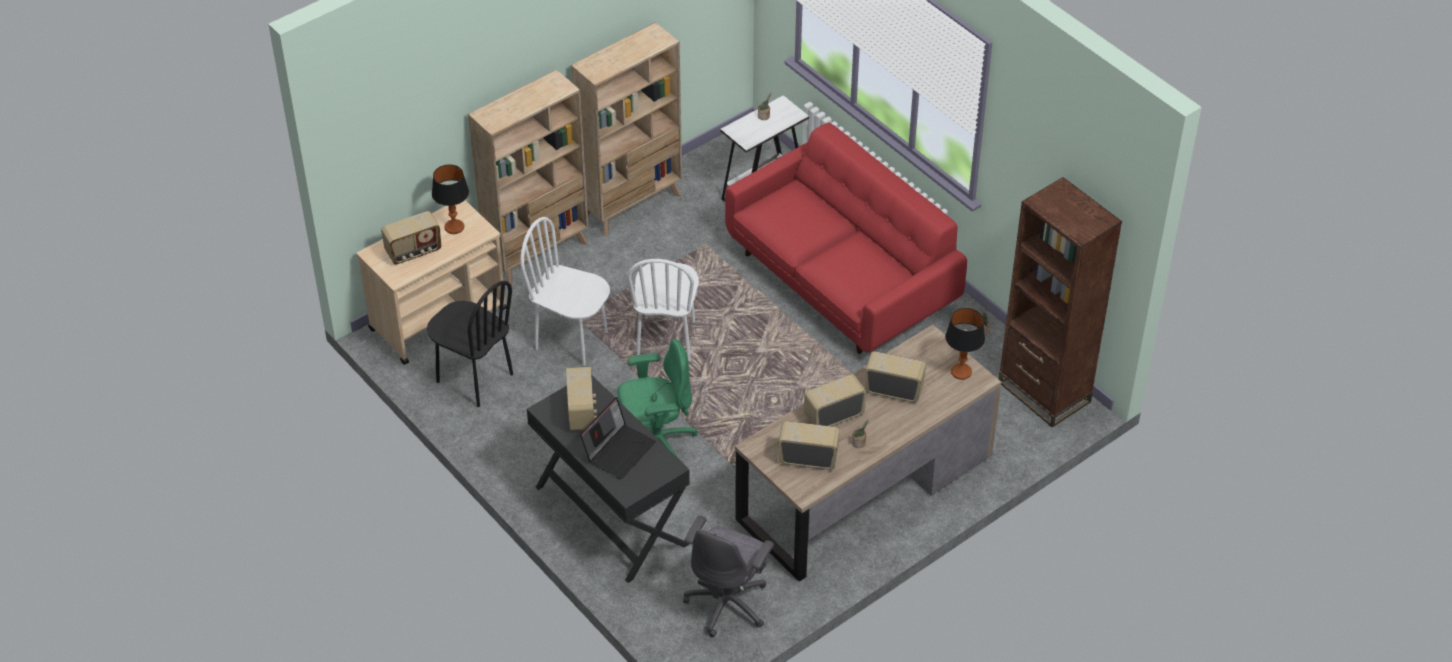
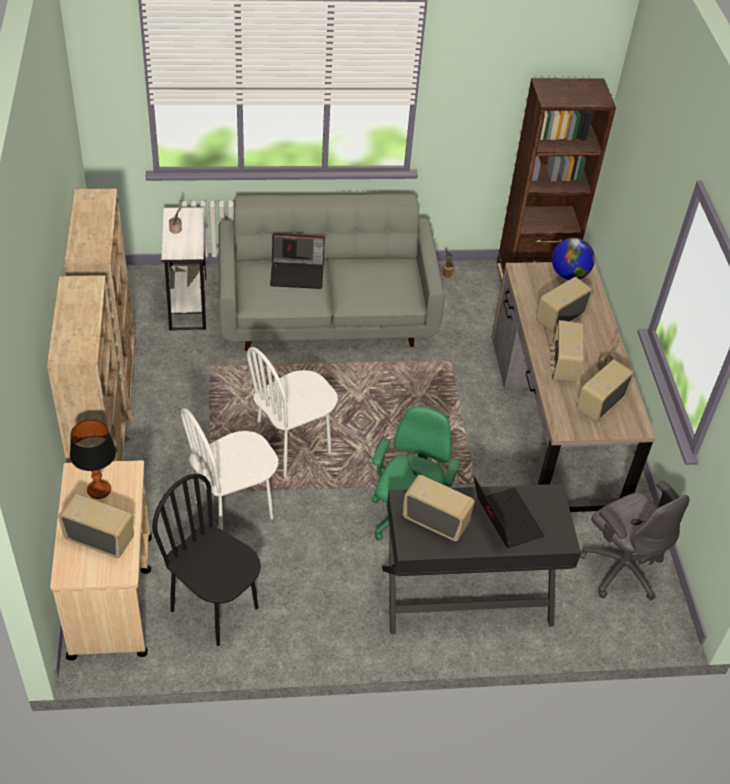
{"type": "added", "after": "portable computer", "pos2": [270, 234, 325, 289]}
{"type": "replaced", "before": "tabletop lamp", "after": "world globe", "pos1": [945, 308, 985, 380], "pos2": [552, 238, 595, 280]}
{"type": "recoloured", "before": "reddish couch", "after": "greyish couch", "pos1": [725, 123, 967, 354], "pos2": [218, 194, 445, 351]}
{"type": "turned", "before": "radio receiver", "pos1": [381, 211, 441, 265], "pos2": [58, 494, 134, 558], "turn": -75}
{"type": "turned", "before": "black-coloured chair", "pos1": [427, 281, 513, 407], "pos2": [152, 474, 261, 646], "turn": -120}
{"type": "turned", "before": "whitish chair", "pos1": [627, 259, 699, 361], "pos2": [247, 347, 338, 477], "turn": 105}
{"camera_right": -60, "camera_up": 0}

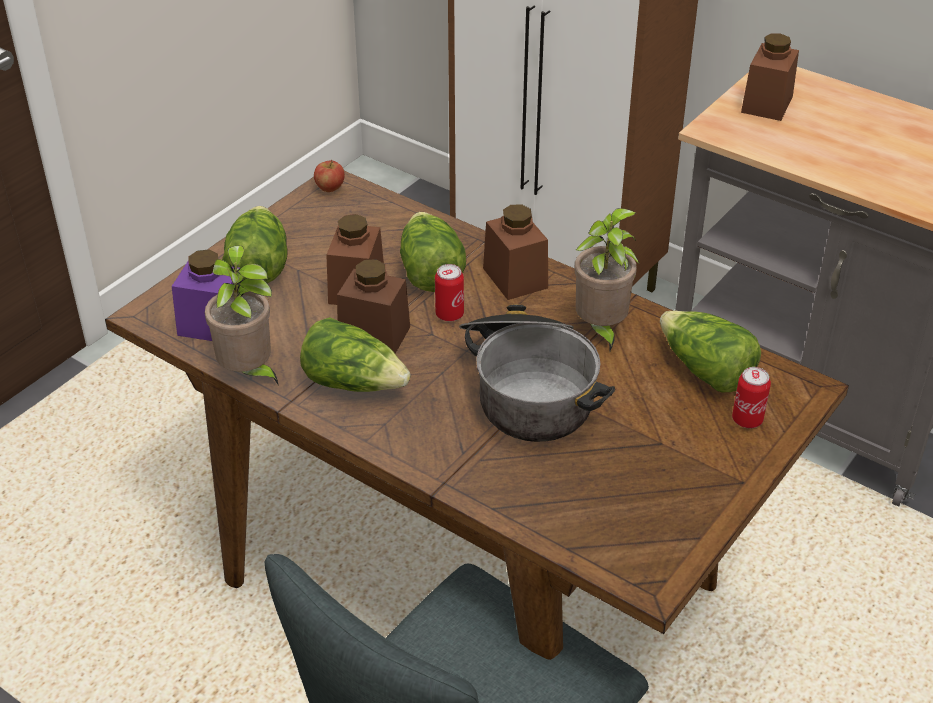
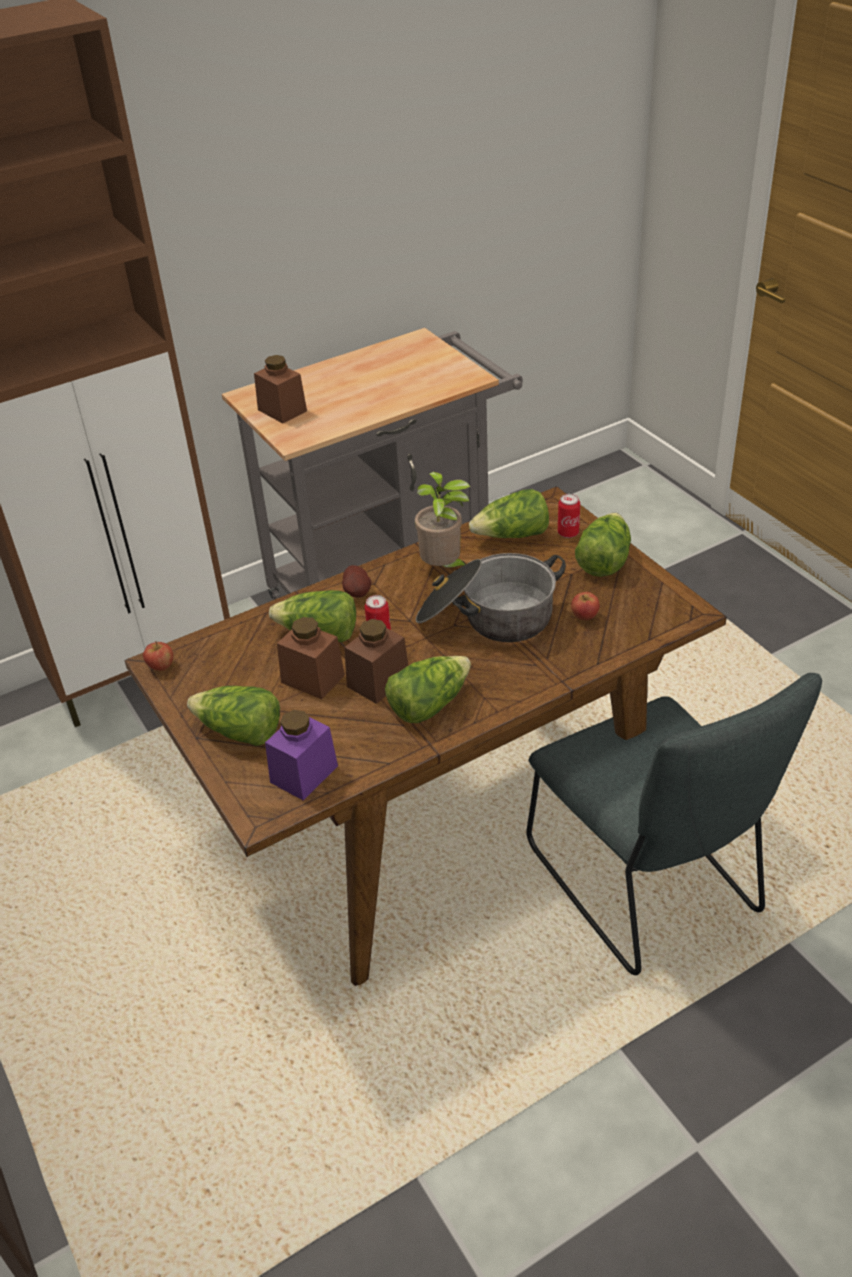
{"type": "removed", "before": "potted plant", "pos1": [205, 245, 279, 386]}
{"type": "added", "after": "apple", "pos2": [571, 592, 600, 621]}
{"type": "added", "after": "lettuce", "pos2": [575, 513, 631, 577]}
{"type": "replaced", "before": "brown-coloured preserve jar", "after": "whole potato", "pos1": [483, 204, 548, 300], "pos2": [342, 565, 372, 597]}
{"camera_right": -65, "camera_up": 0}

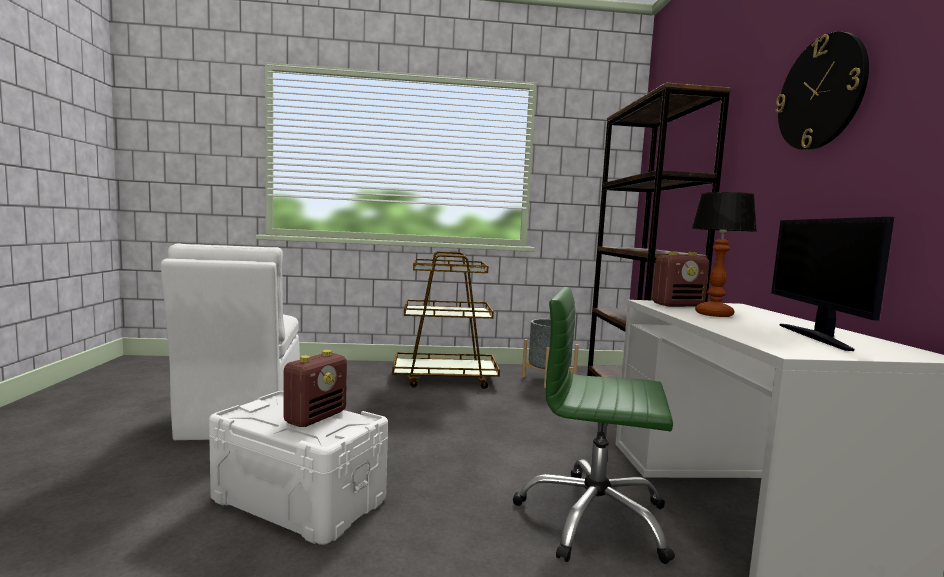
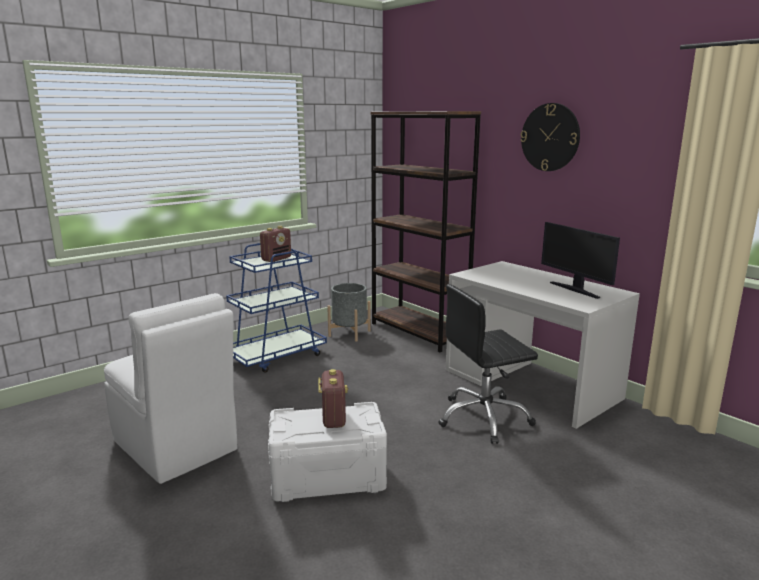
{"type": "removed", "before": "tabletop lamp", "pos1": [691, 192, 757, 317]}
{"type": "moved", "before": "radio receiver", "pos1": [652, 251, 709, 307], "pos2": [260, 226, 291, 262]}
{"type": "recoloured", "before": "brown-coloured trolley", "after": "blue-coloured trolley", "pos1": [392, 251, 500, 389], "pos2": [226, 243, 327, 373]}
{"type": "recoloured", "before": "green-coloured office chair", "after": "black-coloured office chair", "pos1": [512, 287, 675, 564], "pos2": [439, 284, 538, 444]}
{"camera_right": -35, "camera_up": 10}

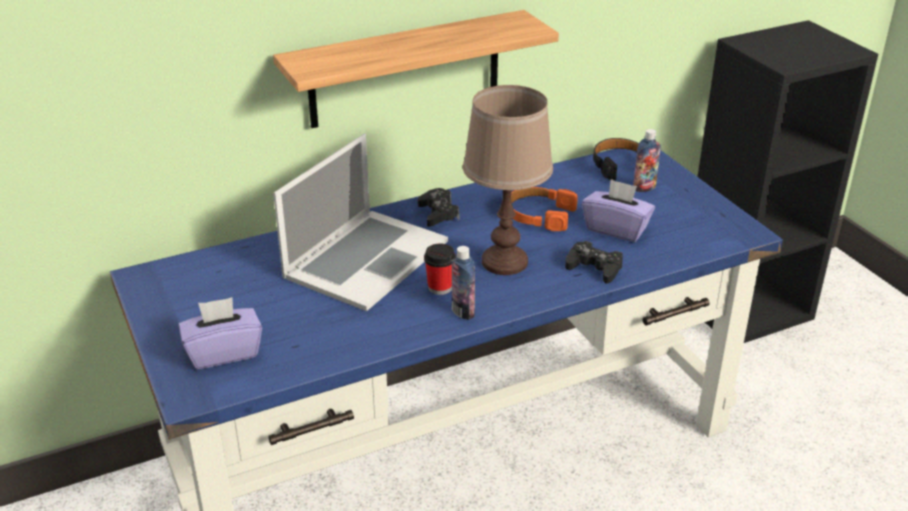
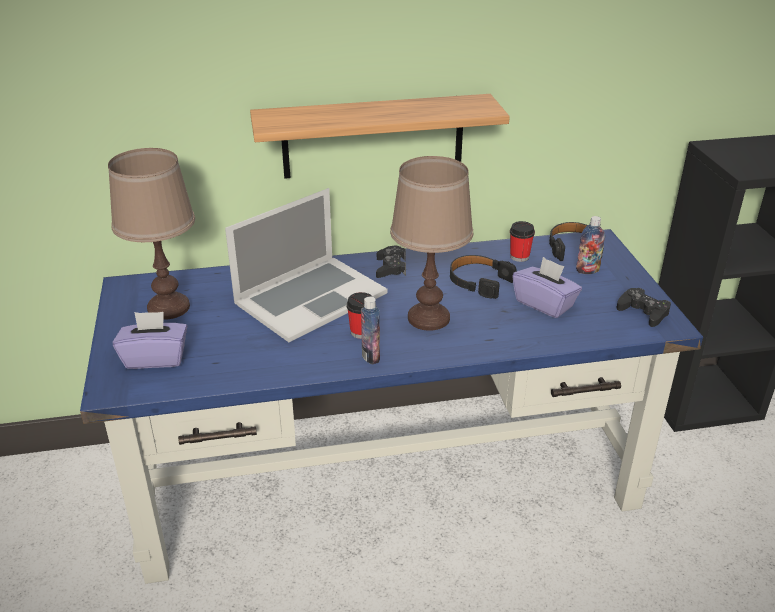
{"type": "added", "after": "brown-coloured tabletop lamp", "pos2": [108, 148, 195, 319]}
{"type": "added", "after": "drinking cup", "pos2": [510, 221, 535, 262]}
{"type": "moved", "before": "black-coloured game controller", "pos1": [565, 241, 623, 284], "pos2": [616, 288, 671, 327]}
{"type": "recoloured", "before": "orange headset", "after": "black-coloured headset", "pos1": [511, 187, 578, 232], "pos2": [450, 255, 517, 299]}
{"camera_right": 15, "camera_up": 0}

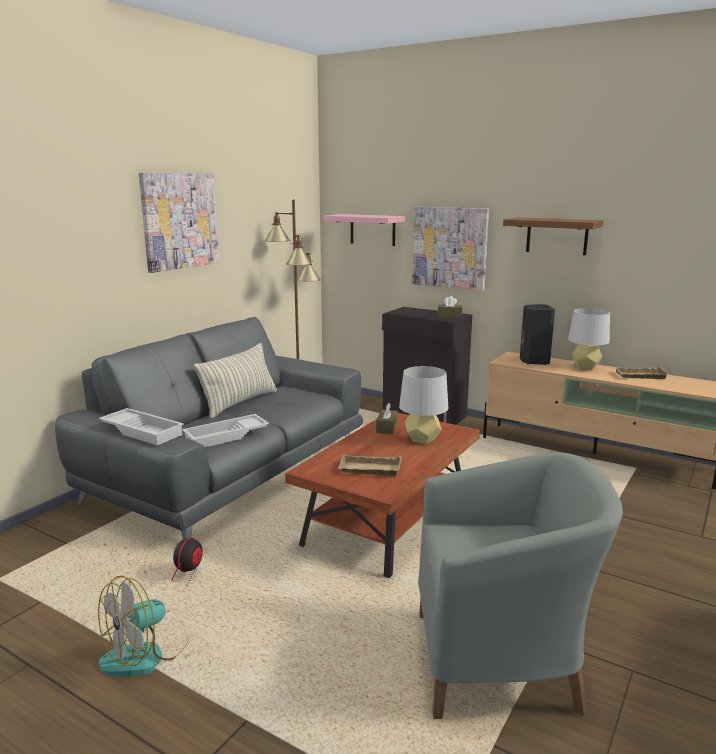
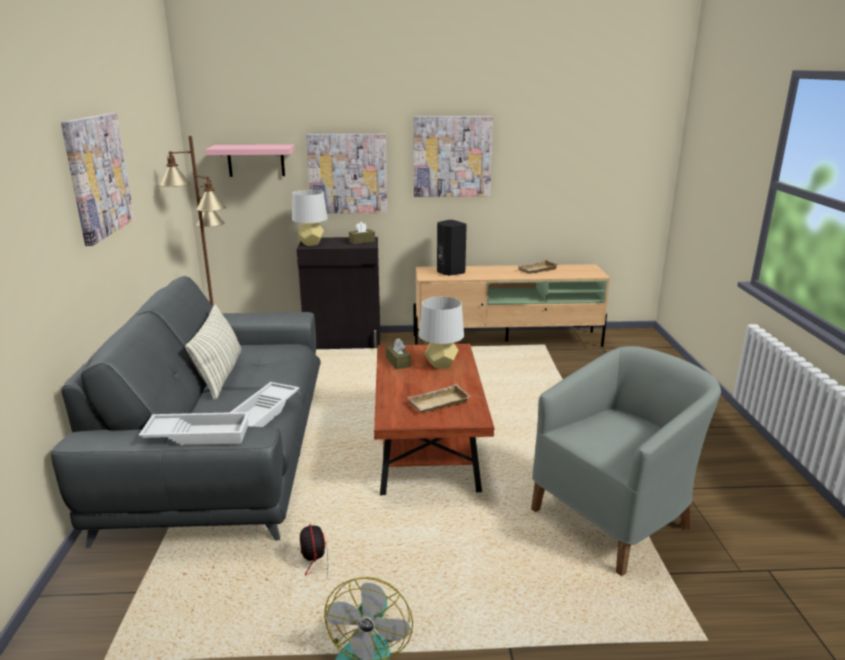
{"type": "moved", "before": "greyish tabletop lamp", "pos1": [568, 308, 610, 370], "pos2": [292, 190, 328, 246]}
{"type": "replaced", "before": "brown-coloured bracket shelf", "after": "wall picture", "pos1": [503, 217, 603, 255], "pos2": [413, 116, 493, 197]}
{"camera_right": -35, "camera_up": 5}

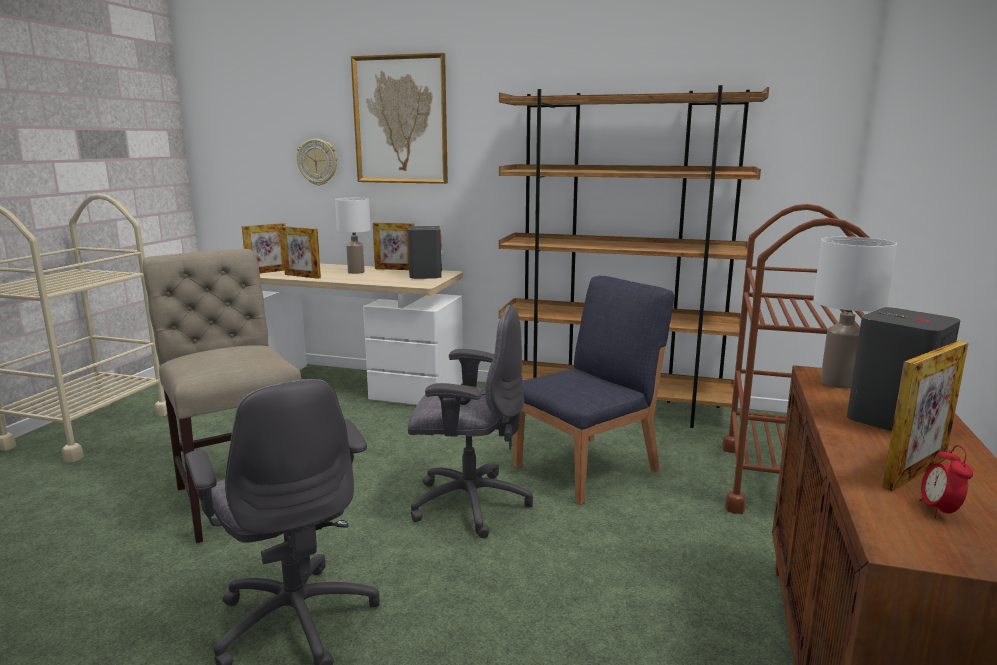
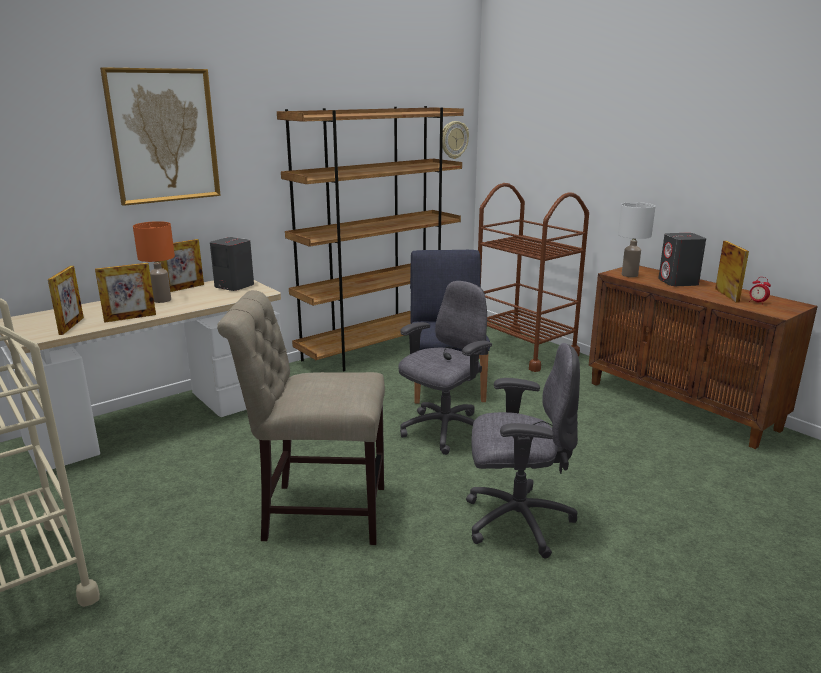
{"type": "moved", "before": "hanging clock", "pos1": [296, 139, 337, 186], "pos2": [442, 121, 469, 159]}
{"type": "recoloured", "before": "whitish tabletop lamp", "after": "orange tabletop lamp", "pos1": [335, 198, 371, 274], "pos2": [133, 221, 175, 303]}
{"camera_right": -55, "camera_up": 5}

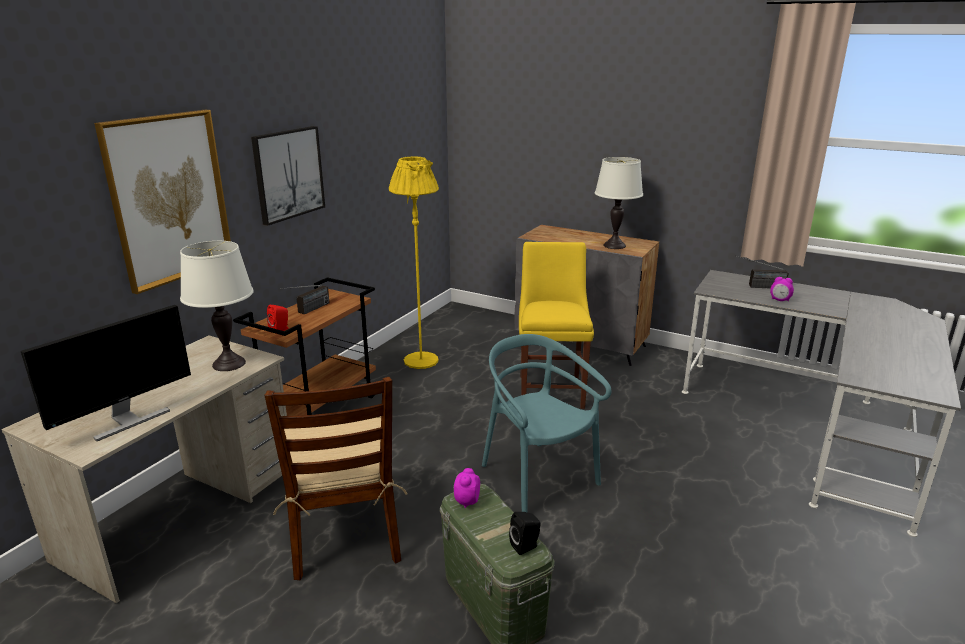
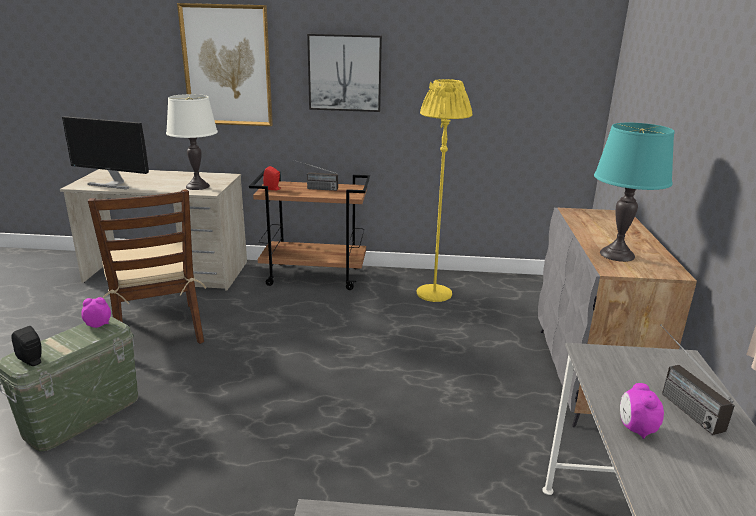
{"type": "removed", "before": "turquoise chair", "pos1": [482, 334, 611, 513]}
{"type": "removed", "before": "yellow-coloured chair", "pos1": [519, 242, 594, 409]}
{"type": "recoloured", "before": "whitish tabletop lamp", "after": "turquoise tabletop lamp", "pos1": [595, 157, 643, 249], "pos2": [594, 123, 674, 262]}
{"type": "turned", "before": "brown-coloured chair", "pos1": [264, 377, 408, 580], "pos2": [88, 189, 206, 344], "turn": -75}
{"camera_right": 65, "camera_up": 0}

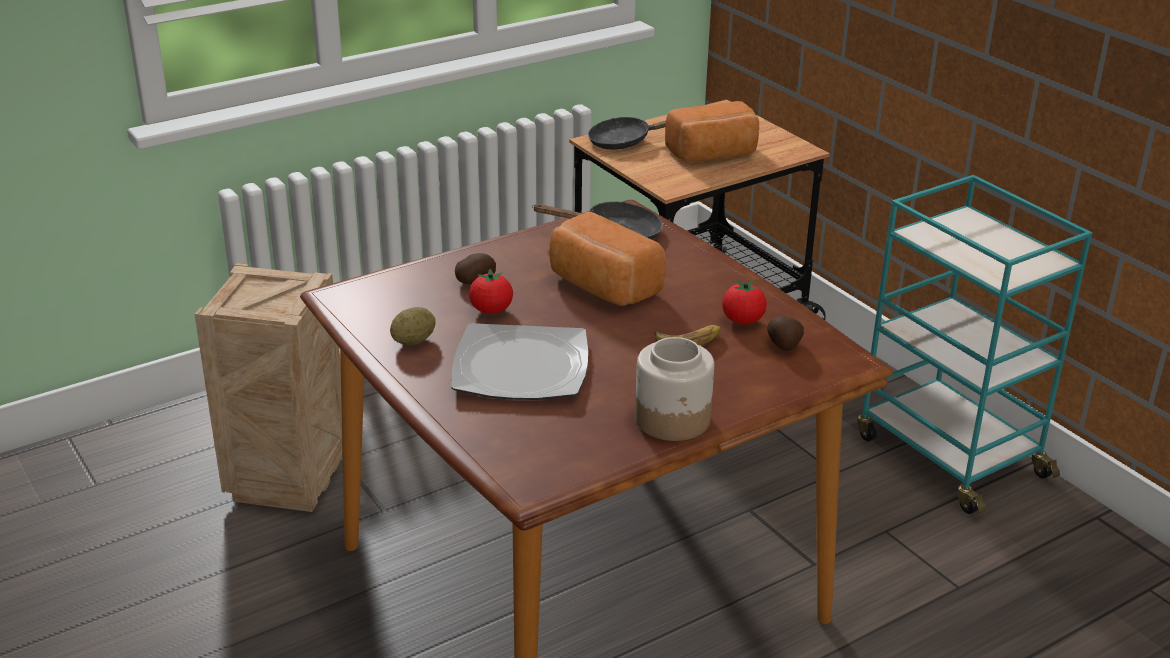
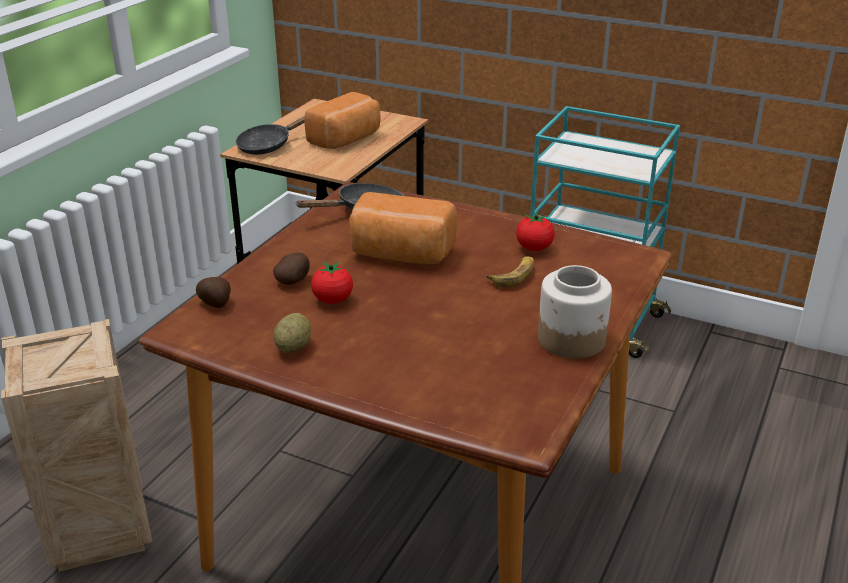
{"type": "removed", "before": "plate", "pos1": [451, 323, 588, 400]}
{"type": "moved", "before": "whole potato", "pos1": [767, 316, 804, 351], "pos2": [196, 277, 231, 308]}
{"camera_right": -30, "camera_up": 0}

